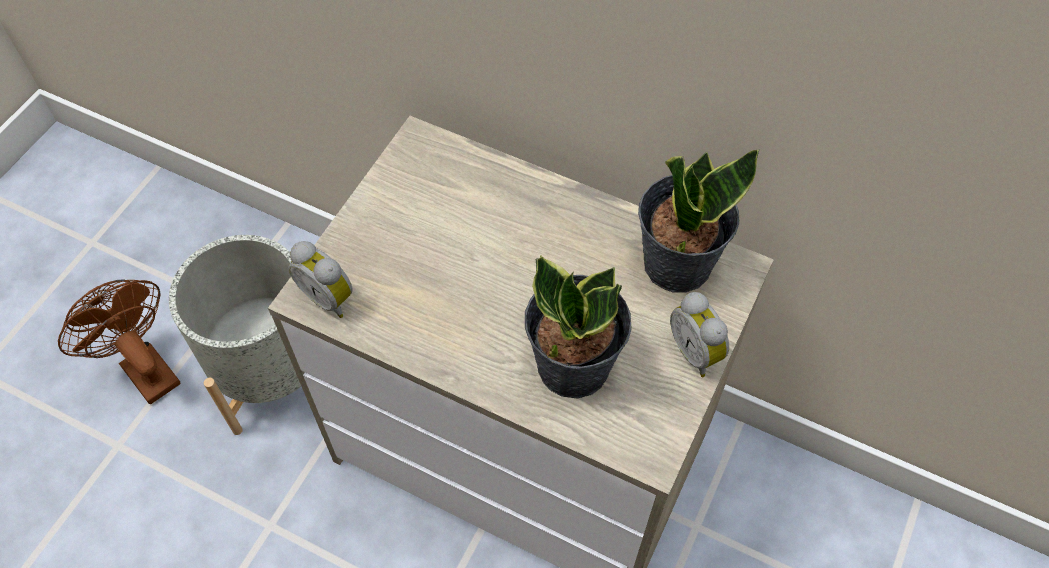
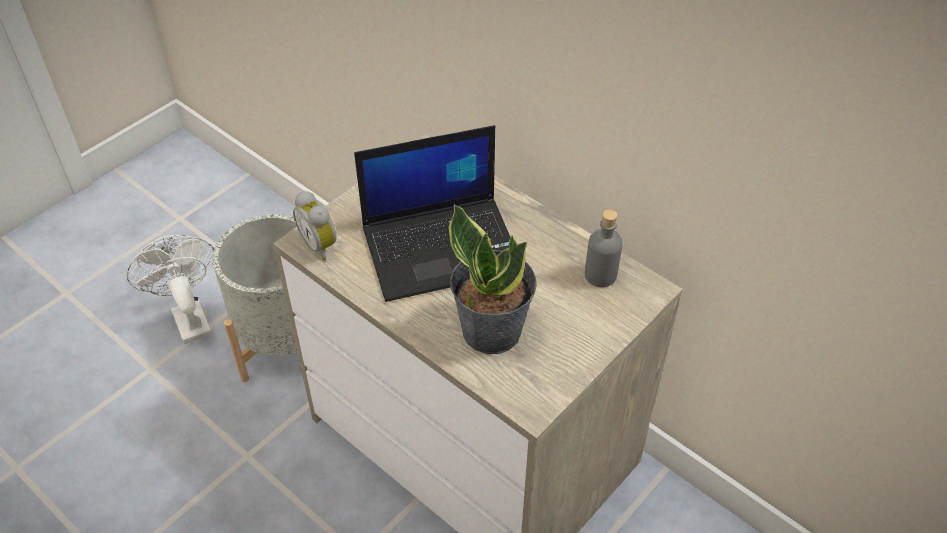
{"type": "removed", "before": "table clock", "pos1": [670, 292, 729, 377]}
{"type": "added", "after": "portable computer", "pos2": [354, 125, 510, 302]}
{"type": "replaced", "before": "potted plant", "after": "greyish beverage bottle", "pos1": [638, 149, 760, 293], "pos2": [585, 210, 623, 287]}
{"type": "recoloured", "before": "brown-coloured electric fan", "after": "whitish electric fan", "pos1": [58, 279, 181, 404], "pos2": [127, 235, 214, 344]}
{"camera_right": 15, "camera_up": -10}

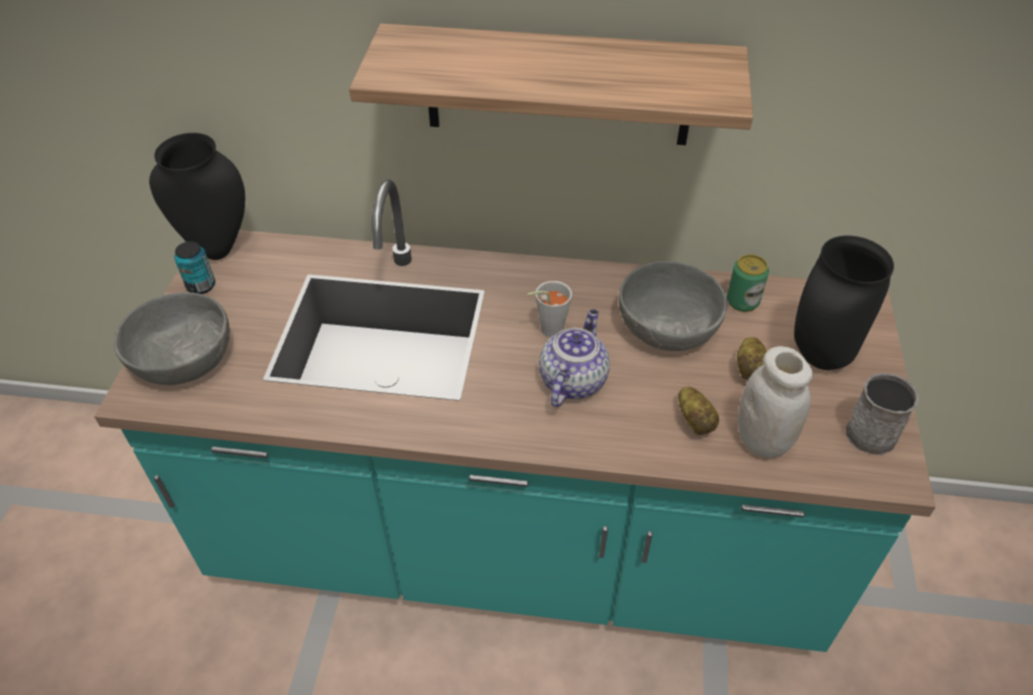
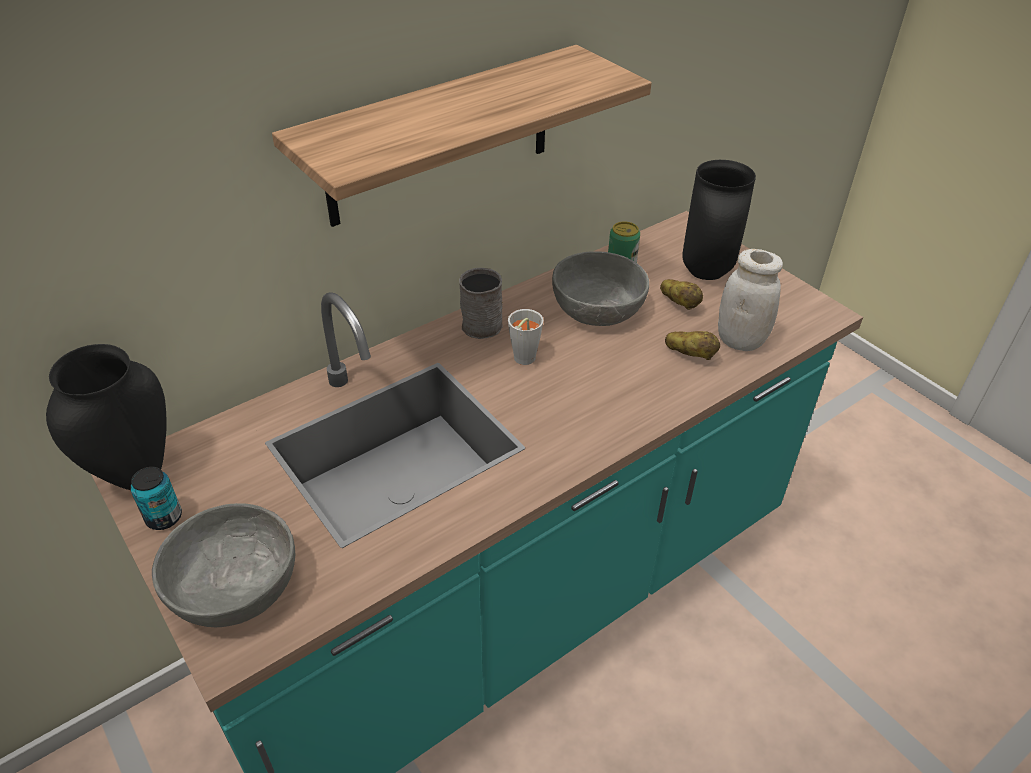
{"type": "removed", "before": "teapot", "pos1": [539, 309, 610, 407]}
{"type": "moved", "before": "greyish mug", "pos1": [846, 373, 919, 455], "pos2": [459, 268, 503, 339]}
{"camera_right": -45, "camera_up": -5}

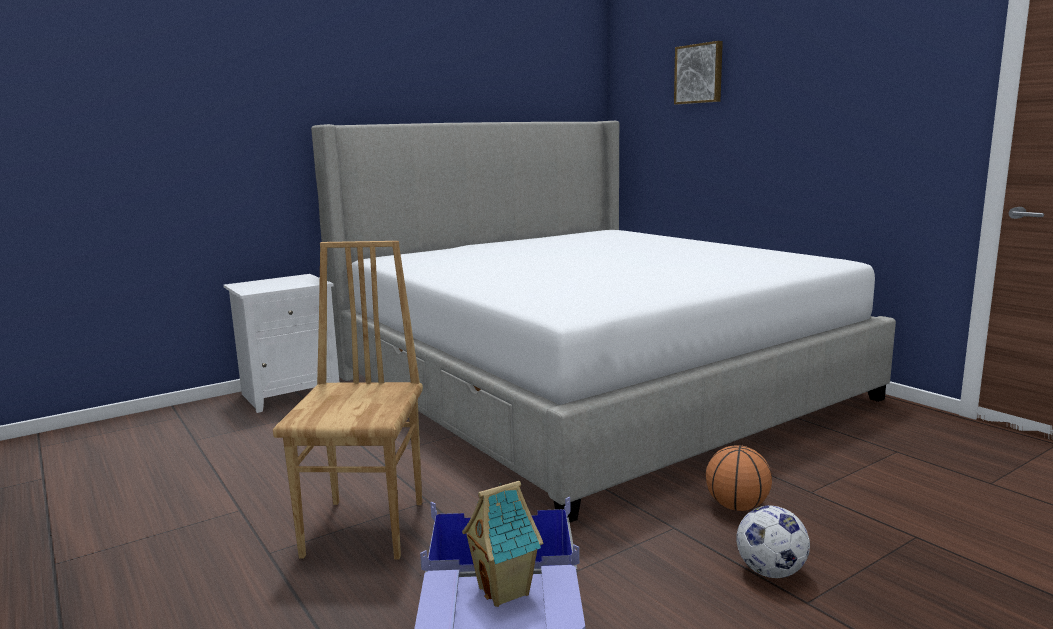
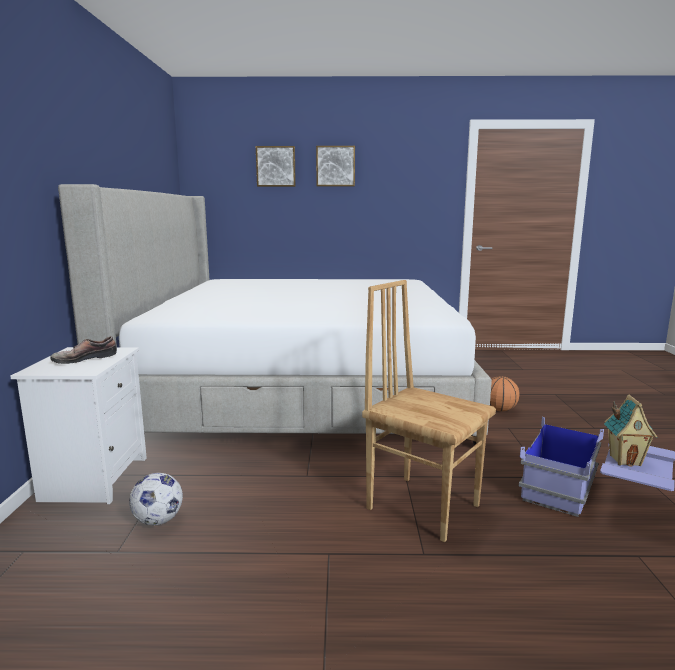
{"type": "added", "after": "item of footwear", "pos2": [50, 336, 117, 364]}
{"type": "added", "after": "wall picture", "pos2": [316, 146, 355, 186]}
{"type": "moved", "before": "football", "pos1": [736, 505, 810, 578], "pos2": [129, 473, 183, 525]}
{"camera_right": -55, "camera_up": 0}

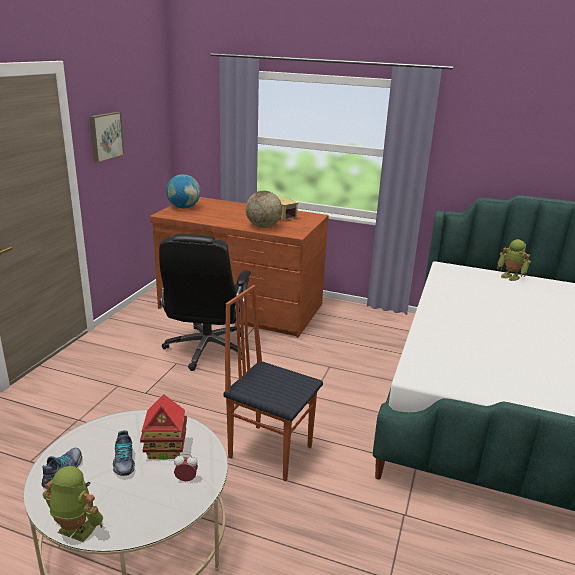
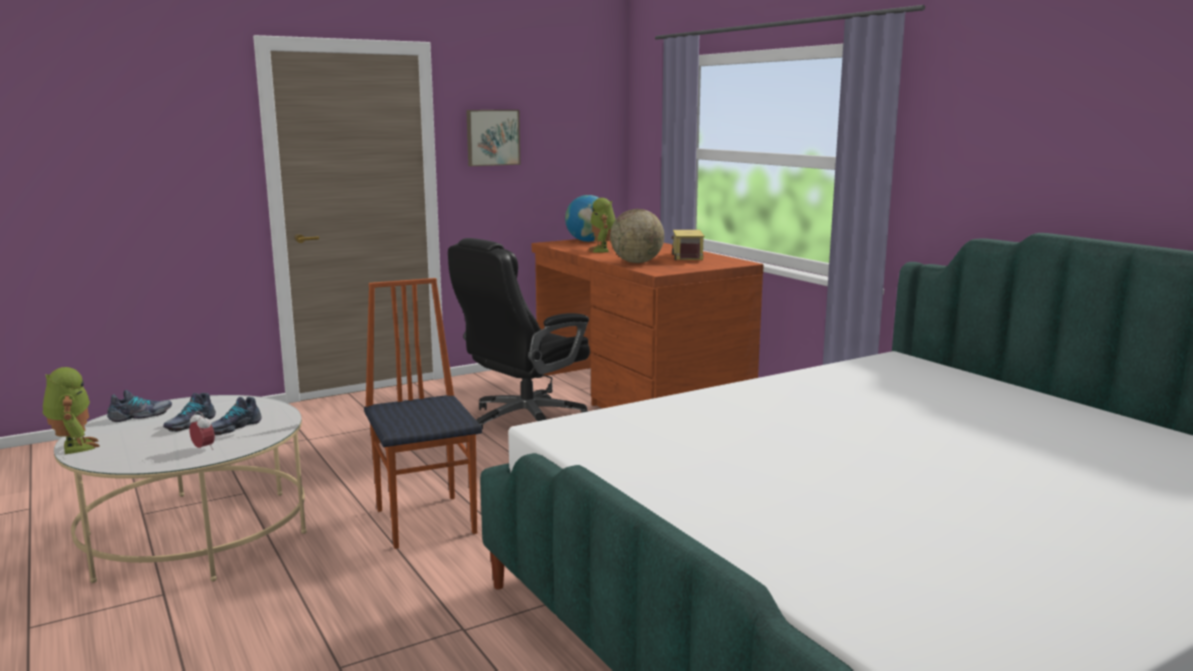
{"type": "moved", "before": "toy robot", "pos1": [497, 239, 531, 281], "pos2": [588, 198, 616, 252]}
{"type": "replaced", "before": "model house", "after": "item of footwear", "pos1": [140, 394, 187, 460], "pos2": [211, 397, 262, 435]}
{"camera_right": 40, "camera_up": -10}

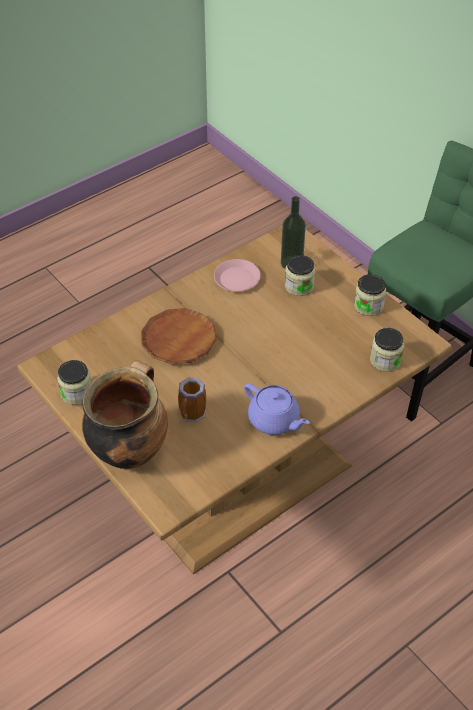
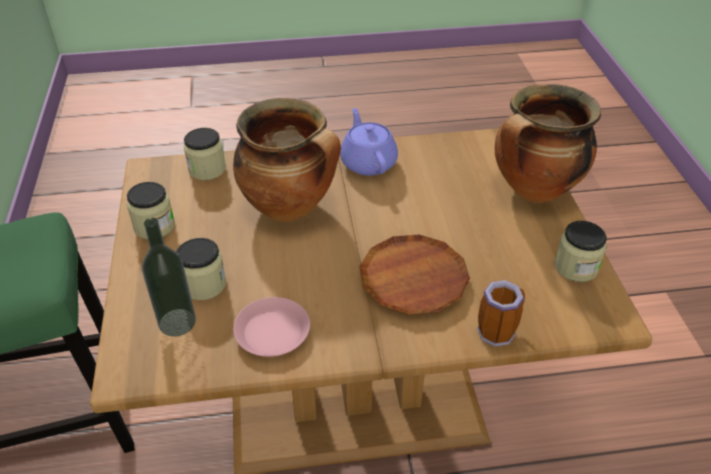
{"type": "added", "after": "cooking pot", "pos2": [233, 98, 341, 222]}
{"type": "moved", "before": "mug", "pos1": [178, 378, 206, 422], "pos2": [477, 280, 525, 347]}
{"camera_right": -150, "camera_up": -5}

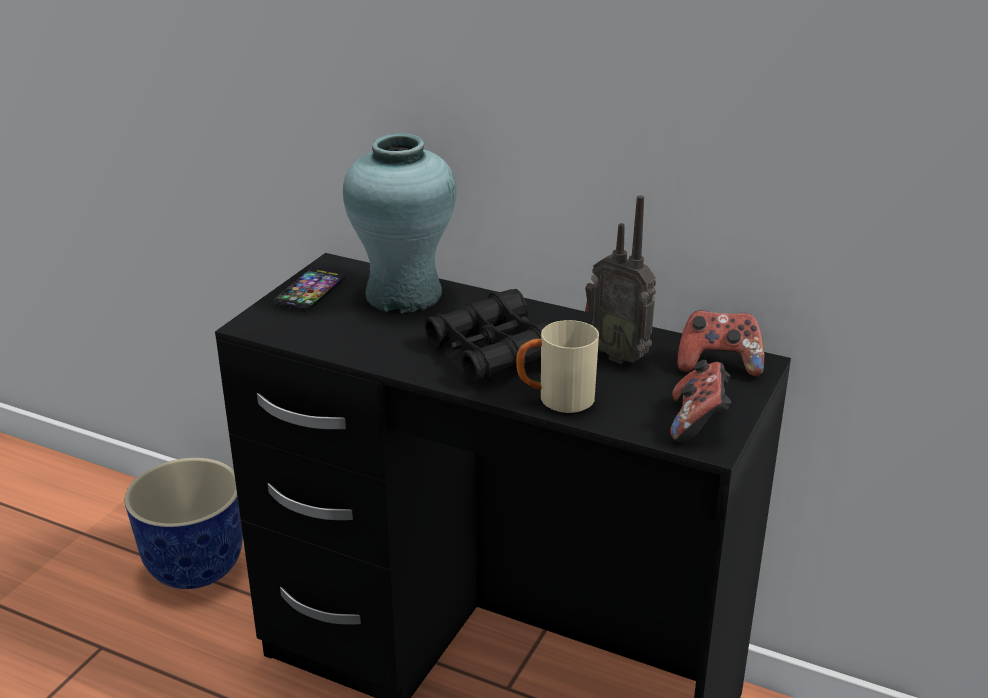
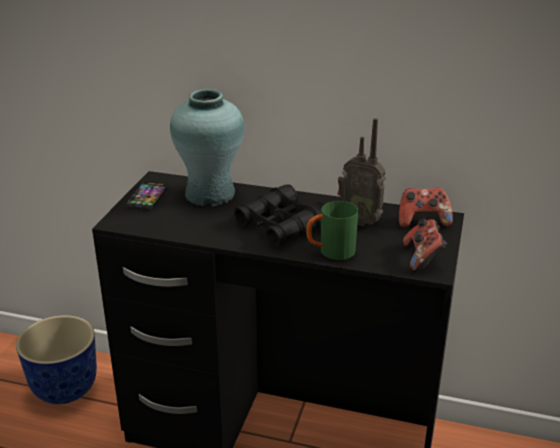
{"type": "recoloured", "before": "sand-coloured mug", "after": "green-coloured mug", "pos1": [517, 320, 599, 413], "pos2": [307, 201, 358, 260]}
{"camera_right": -10, "camera_up": 0}

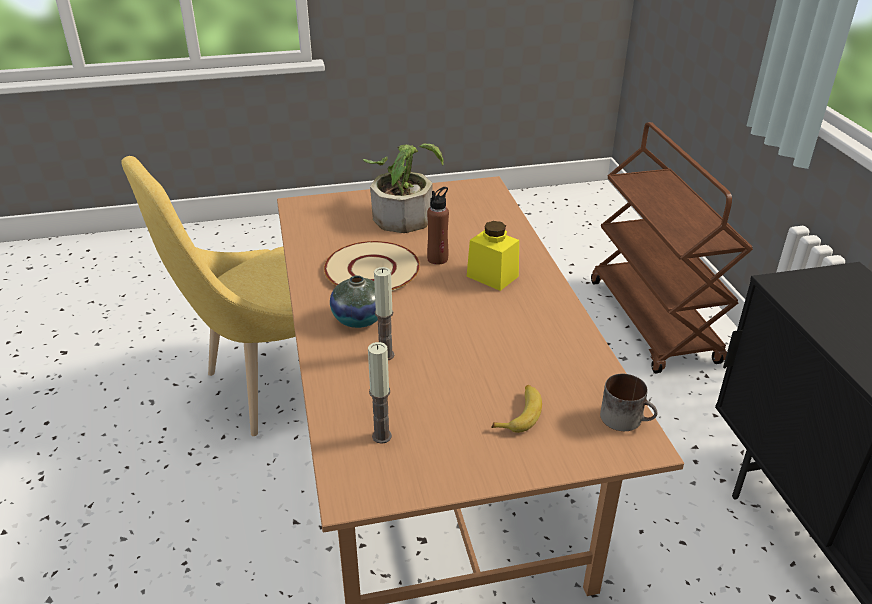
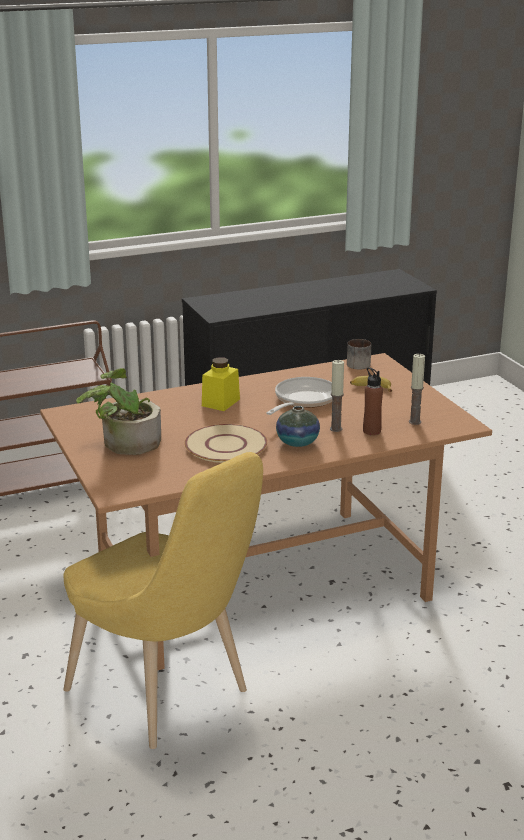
{"type": "added", "after": "frying pan", "pos2": [266, 377, 332, 415]}
{"type": "moved", "before": "brown-coloured beverage bottle", "pos1": [427, 187, 449, 265], "pos2": [363, 367, 383, 435]}
{"camera_right": -100, "camera_up": -10}

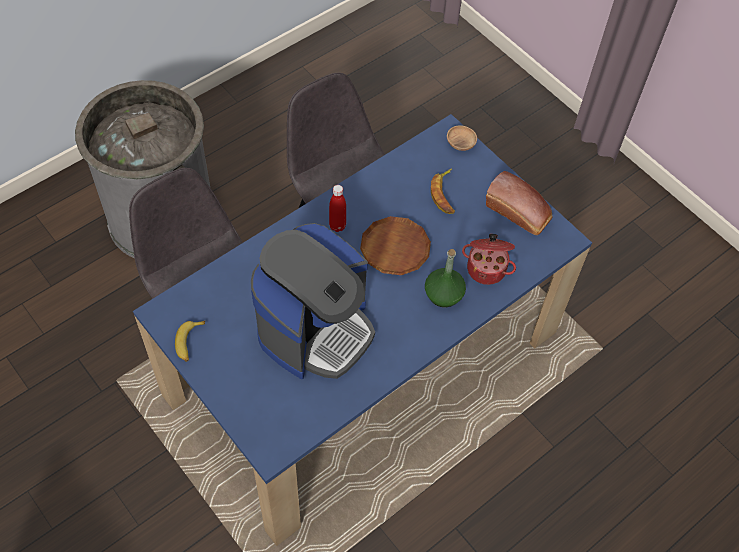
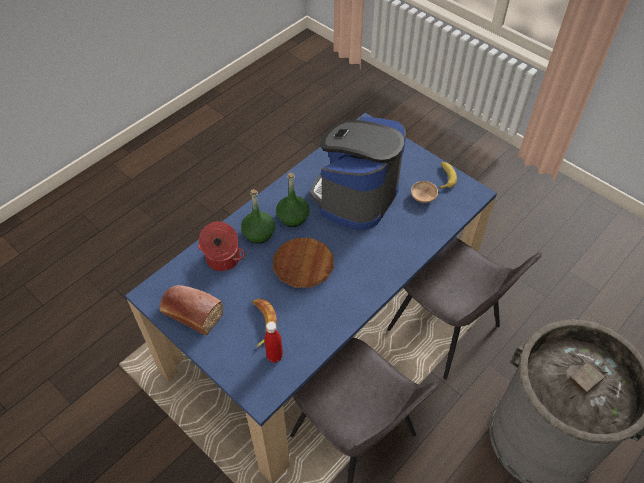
{"type": "added", "after": "green-coloured beverage bottle", "pos2": [276, 172, 309, 227]}
{"type": "moved", "before": "reddish beverage bottle", "pos1": [329, 185, 346, 232], "pos2": [264, 322, 283, 363]}
{"type": "moved", "before": "brown-coloured serving bowl", "pos1": [447, 125, 477, 151], "pos2": [411, 181, 438, 203]}
{"camera_right": 175, "camera_up": -5}

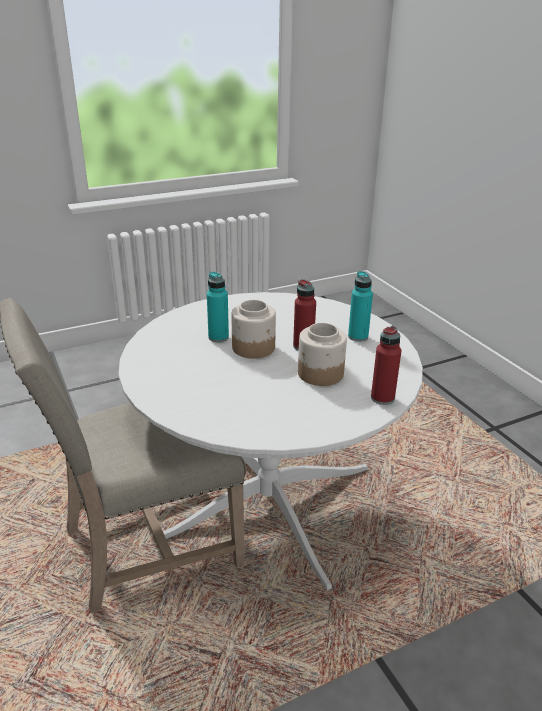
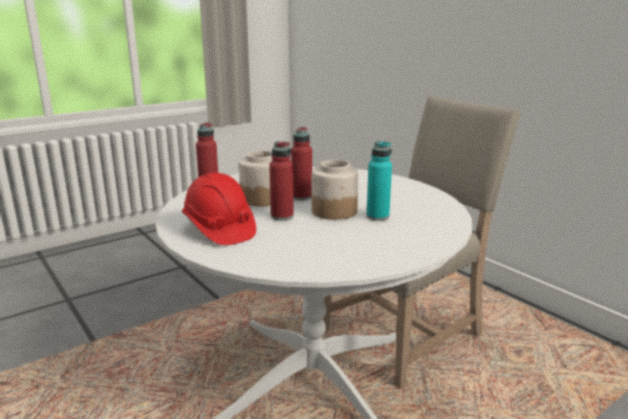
{"type": "added", "after": "reddish beverage bottle", "pos2": [291, 127, 312, 200]}
{"type": "replaced", "before": "turquoise beverage bottle", "after": "reddish work helmet", "pos1": [348, 271, 373, 342], "pos2": [182, 173, 256, 245]}
{"camera_right": 170, "camera_up": -10}

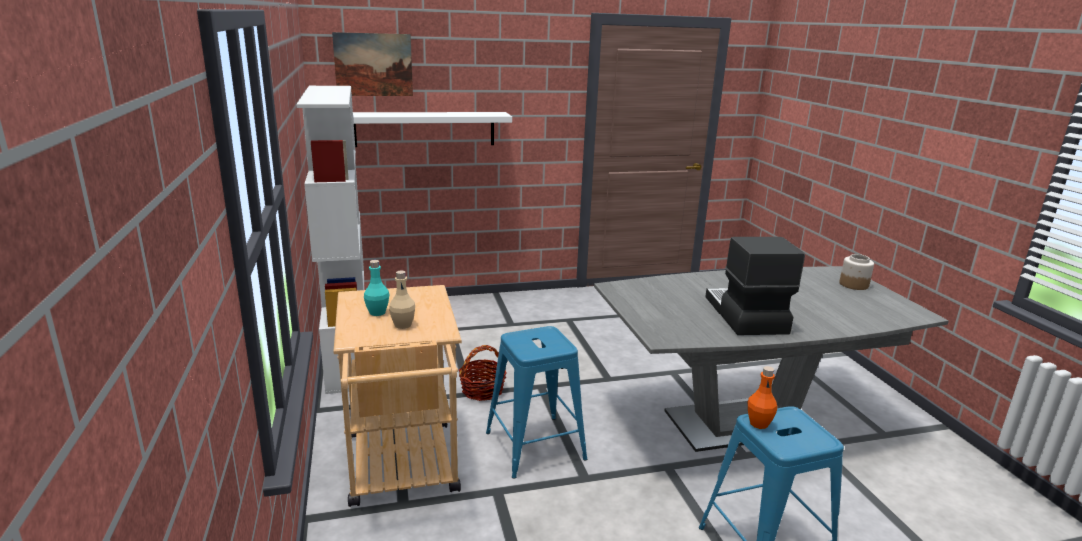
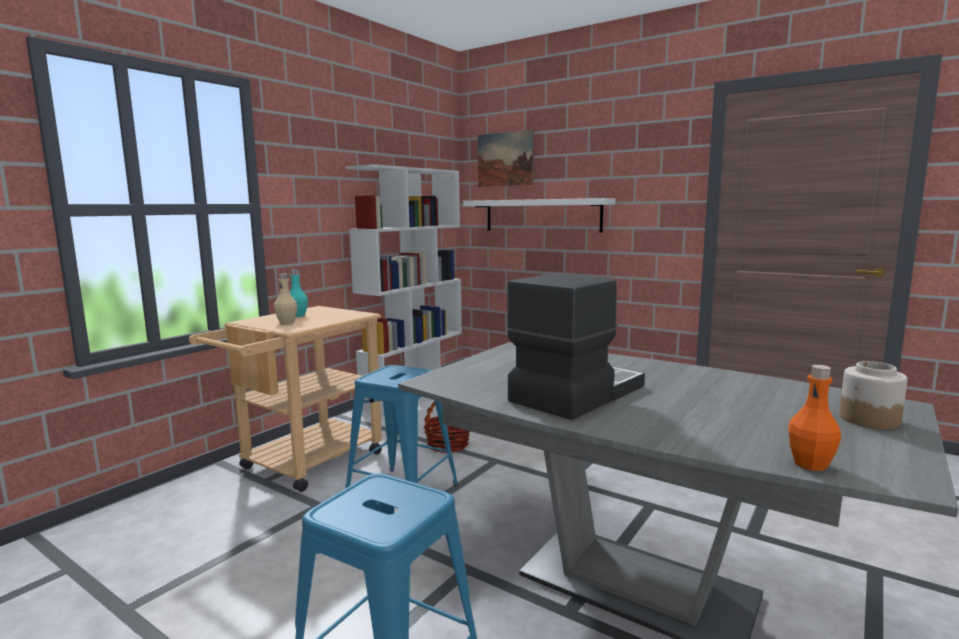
{"type": "moved", "before": "orange beverage bottle", "pos1": [748, 366, 777, 429], "pos2": [788, 365, 841, 471]}
{"camera_right": 50, "camera_up": -10}

